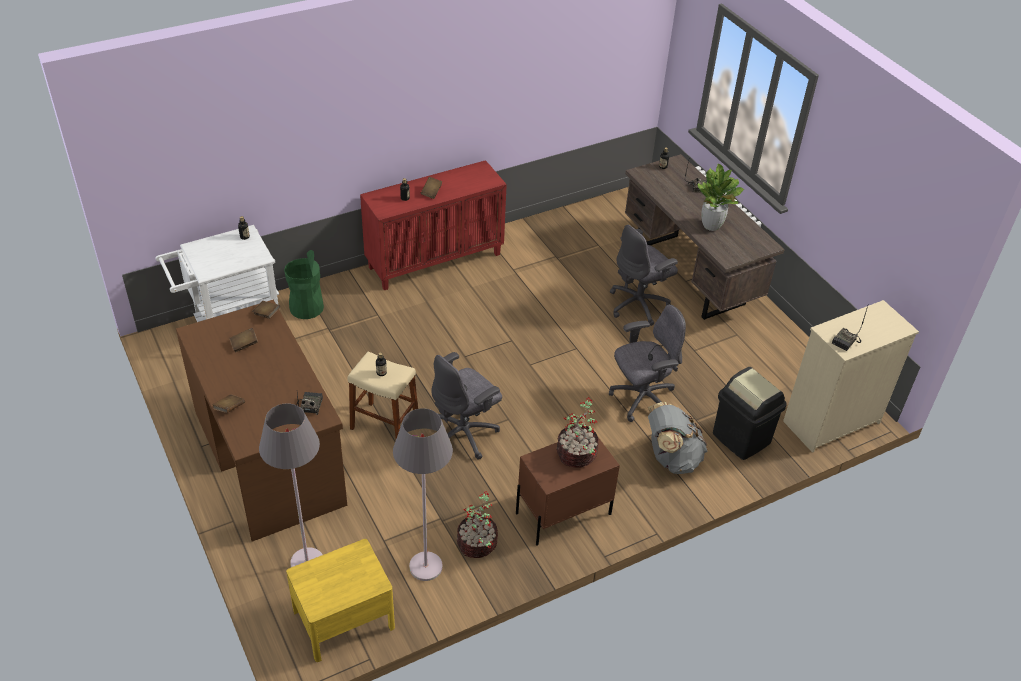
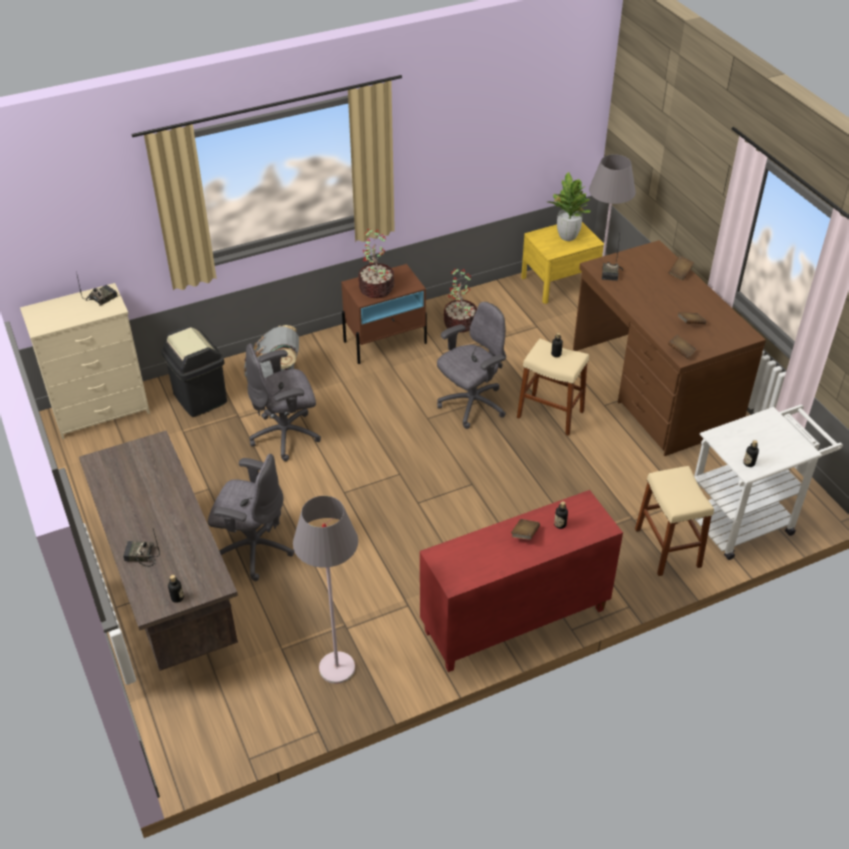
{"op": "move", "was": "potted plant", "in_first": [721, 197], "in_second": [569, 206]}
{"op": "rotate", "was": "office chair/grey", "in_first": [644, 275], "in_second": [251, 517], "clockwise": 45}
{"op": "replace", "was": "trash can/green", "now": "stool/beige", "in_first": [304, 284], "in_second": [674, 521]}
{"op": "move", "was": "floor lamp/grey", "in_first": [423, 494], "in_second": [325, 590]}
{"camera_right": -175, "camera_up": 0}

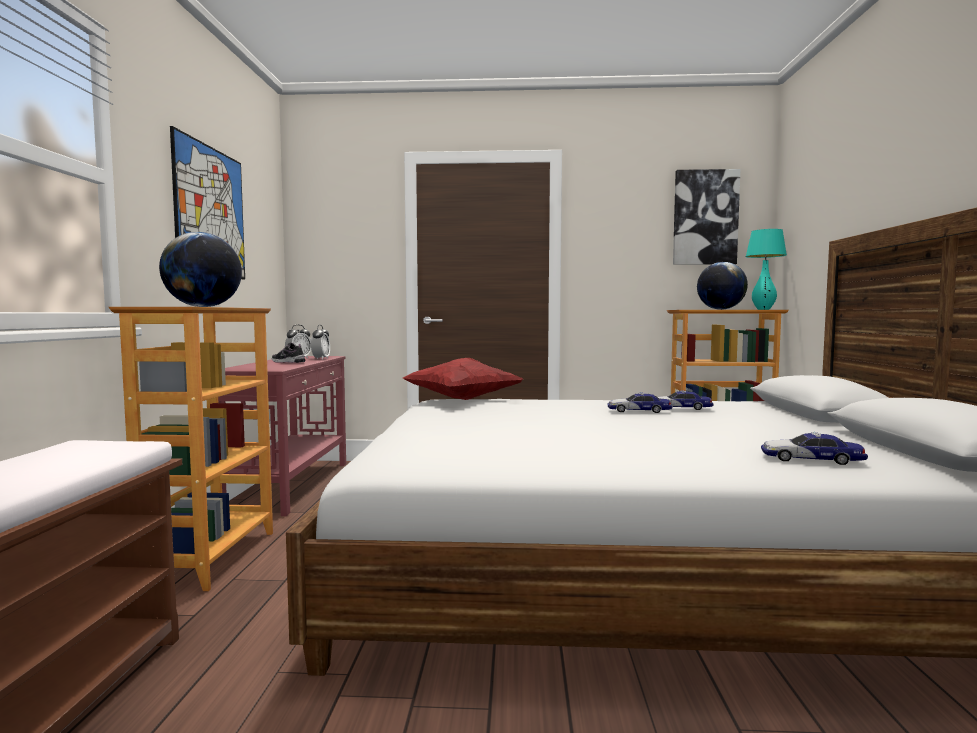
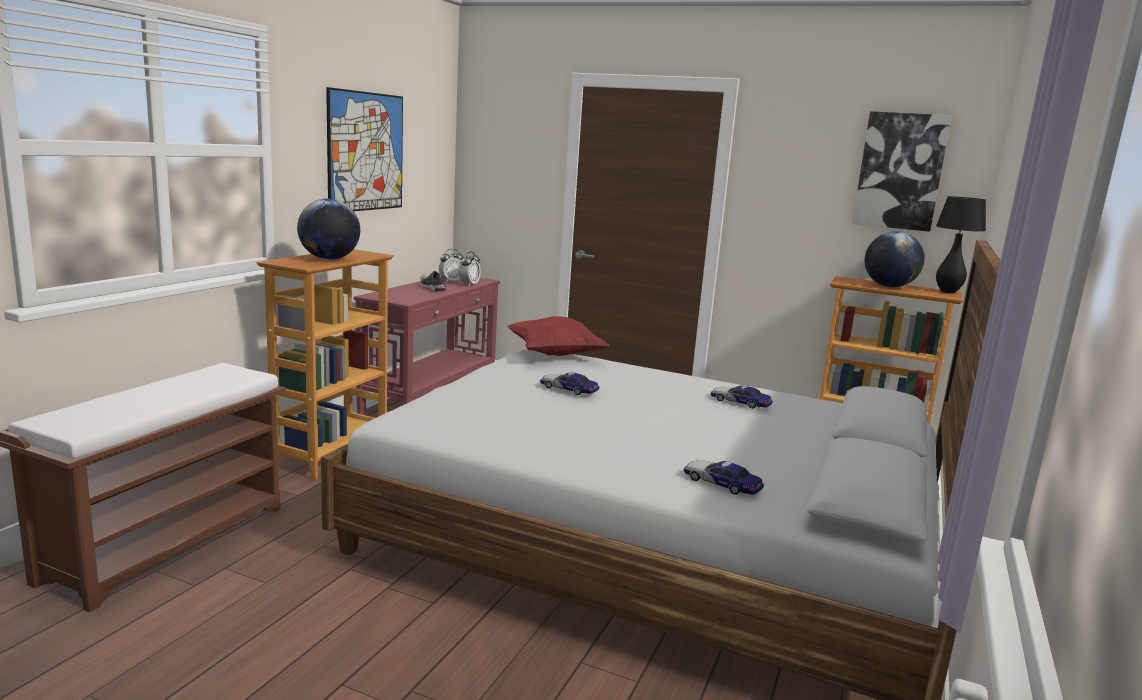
{"op": "recolor", "was": "table lamp/turquoise", "now": "table lamp/black", "in_first": [766, 269], "in_second": [961, 245]}
{"op": "move", "was": "toy car", "in_first": [639, 403], "in_second": [570, 383]}
{"camera_right": 20, "camera_up": 10}

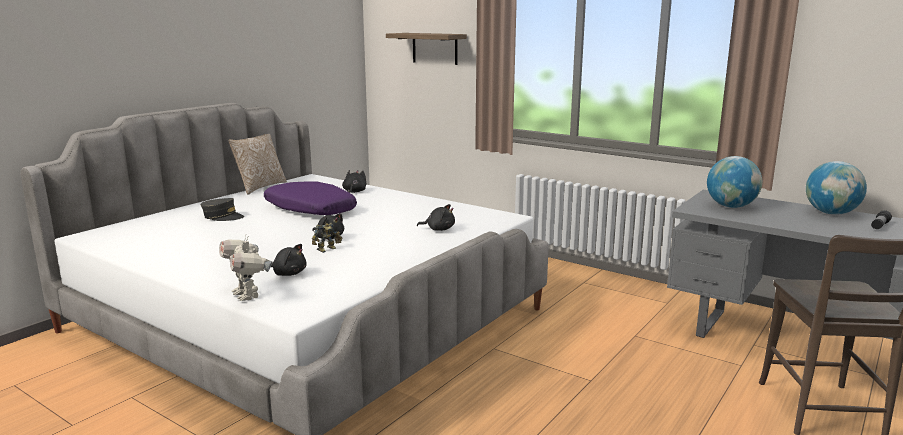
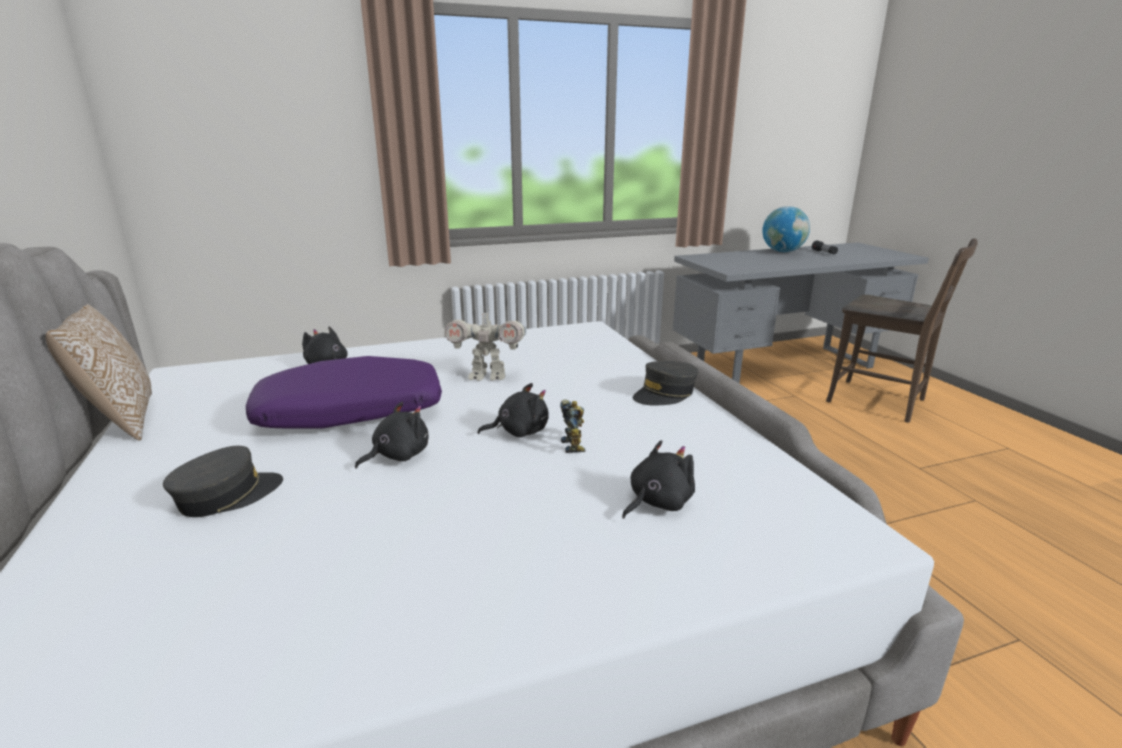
{"op": "delete", "was": "shelf", "in_first": [426, 49]}
{"op": "delete", "was": "globe", "in_first": [734, 182]}
{"op": "move", "was": "plush toy/black", "in_first": [436, 217], "in_second": [392, 435]}
{"op": "move", "was": "toy robot", "in_first": [245, 268], "in_second": [485, 344]}
{"op": "insert", "now": "cap/grey", "in_second": [665, 383]}
{"camera_right": -55, "camera_up": 5}

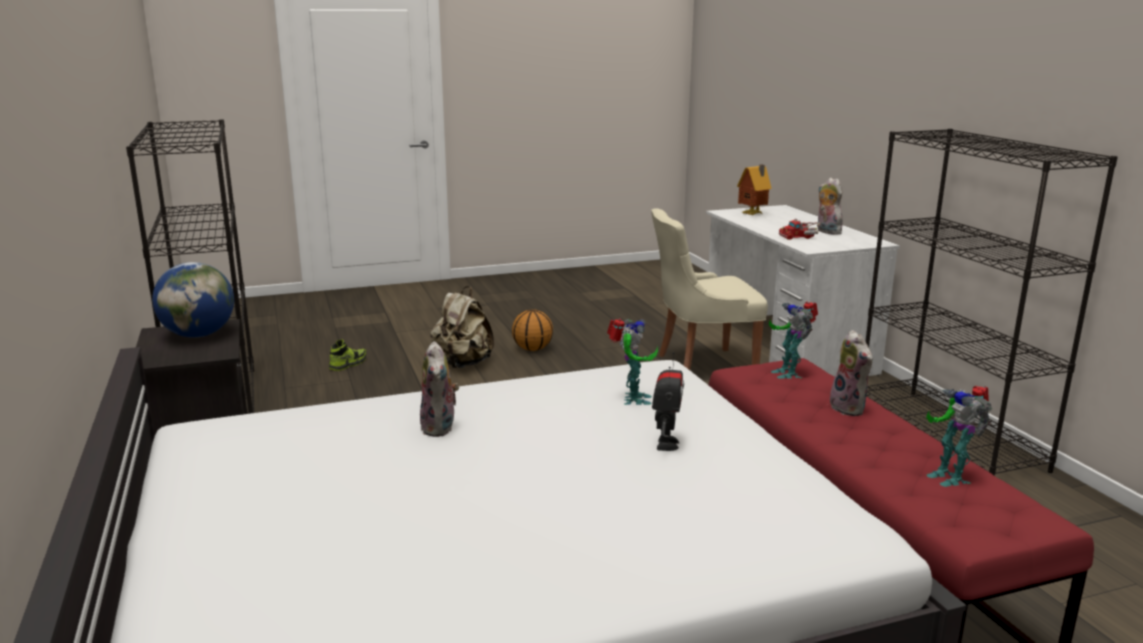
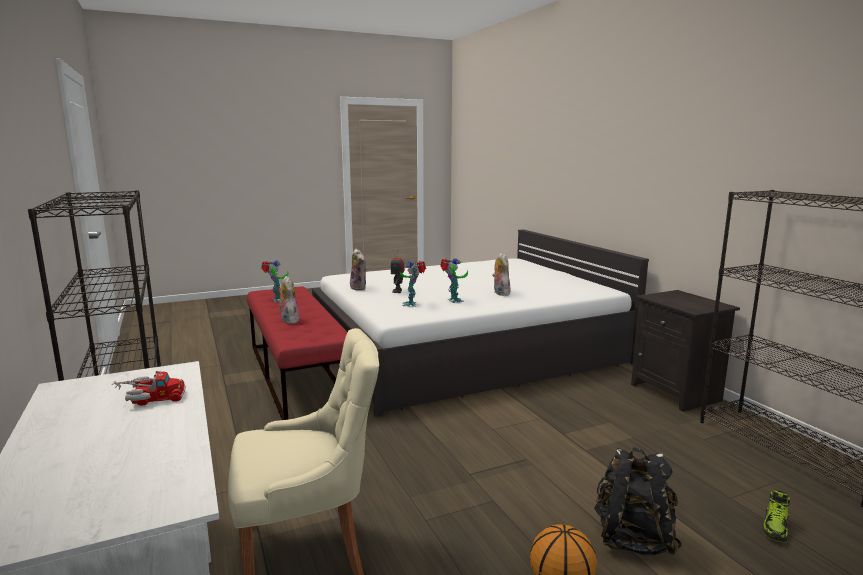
{"op": "delete", "was": "toy house", "in_first": [754, 190]}
{"op": "move", "was": "plush toy", "in_first": [830, 206], "in_second": [358, 269]}
{"op": "delete", "was": "globe", "in_first": [193, 300]}
{"op": "recolor", "was": "backpack/beige", "now": "backpack/black", "in_first": [462, 327], "in_second": [638, 501]}
{"op": "move", "was": "toy robot", "in_first": [793, 340], "in_second": [454, 280]}
{"camera_right": 175, "camera_up": -5}

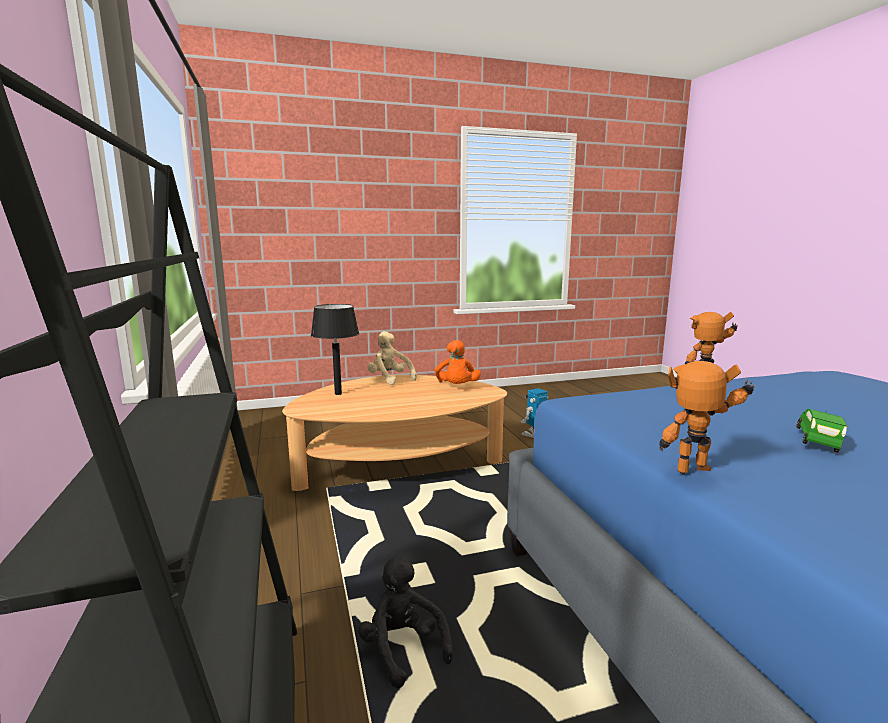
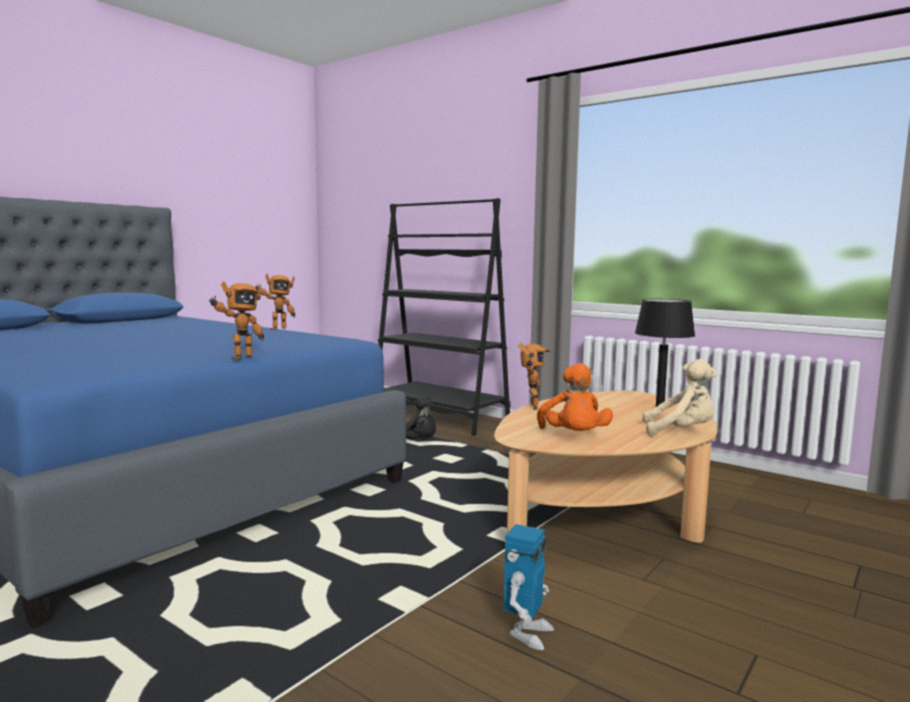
{"op": "rotate", "was": "plush toy/orange", "in_first": [458, 362], "in_second": [575, 397], "clockwise": -150}
{"op": "delete", "was": "toy car/green", "in_first": [822, 431]}
{"op": "insert", "now": "toy robot", "in_second": [534, 376]}
{"camera_right": 145, "camera_up": -5}

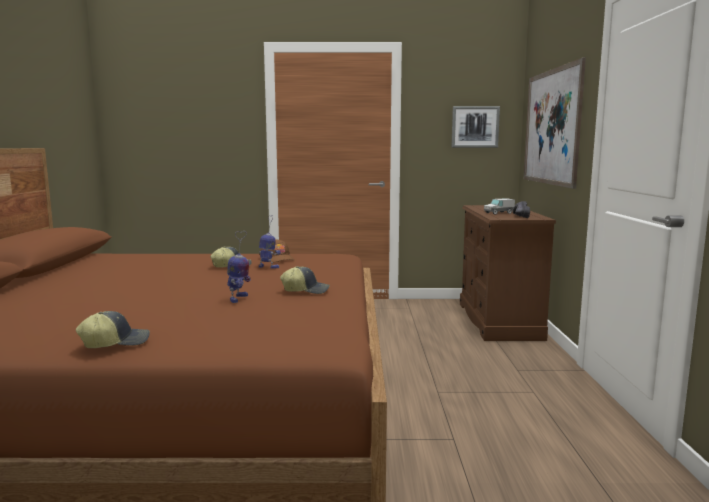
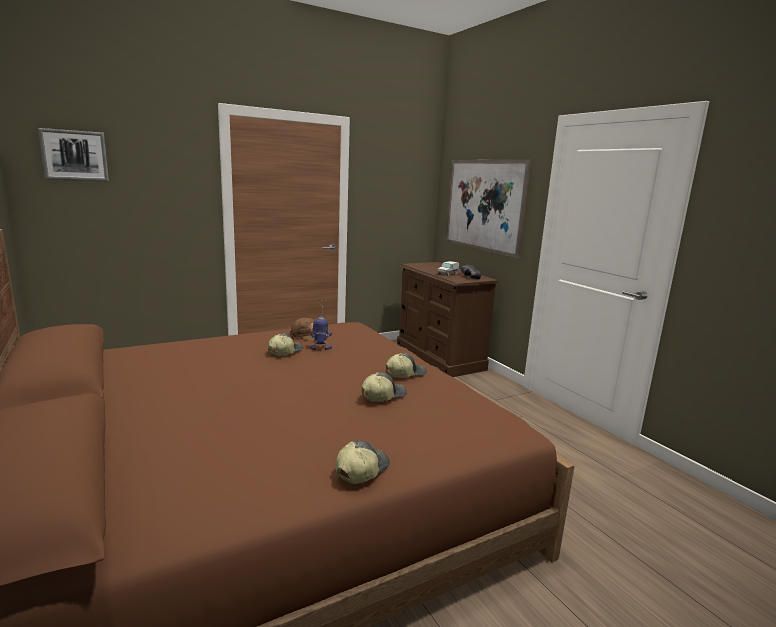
{"op": "move", "was": "picture", "in_first": [475, 127], "in_second": [73, 154]}
{"op": "replace", "was": "toy robot", "now": "cap", "in_first": [239, 267], "in_second": [384, 387]}
{"camera_right": -30, "camera_up": 5}

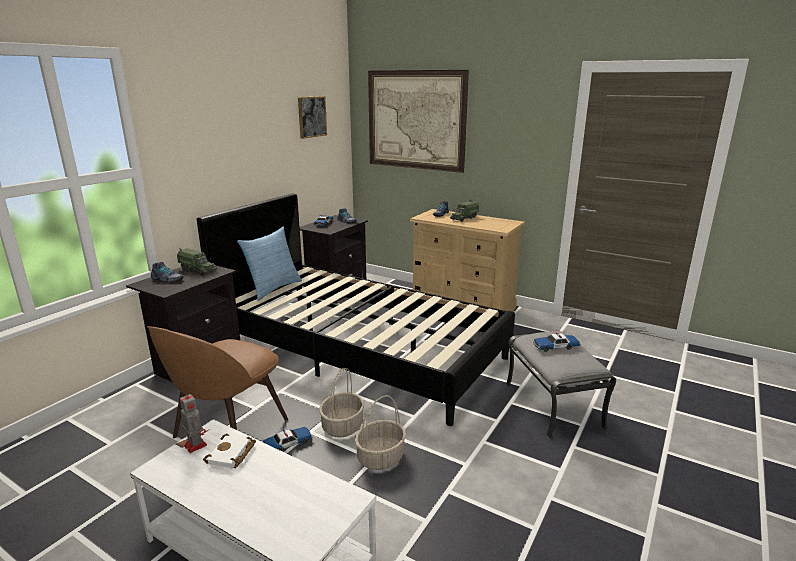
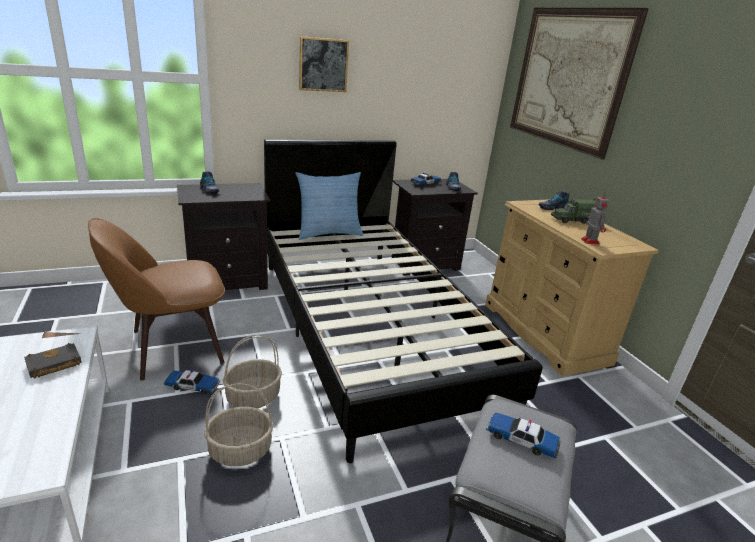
{"op": "move", "was": "picture", "in_first": [312, 117], "in_second": [324, 64]}
{"op": "delete", "was": "toy truck", "in_first": [197, 261]}
{"op": "move", "was": "toy robot", "in_first": [193, 422], "in_second": [595, 218]}
{"op": "recolor", "was": "book/white", "now": "book/black", "in_first": [229, 451], "in_second": [53, 361]}
{"camera_right": 35, "camera_up": 5}

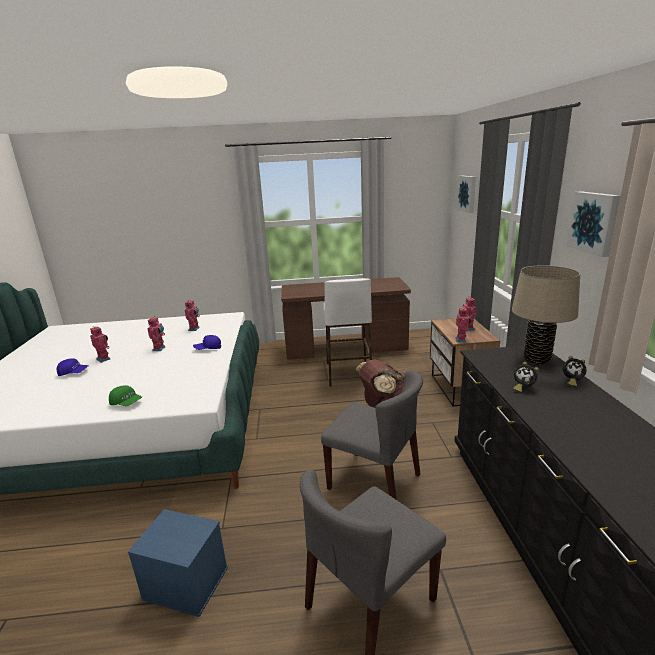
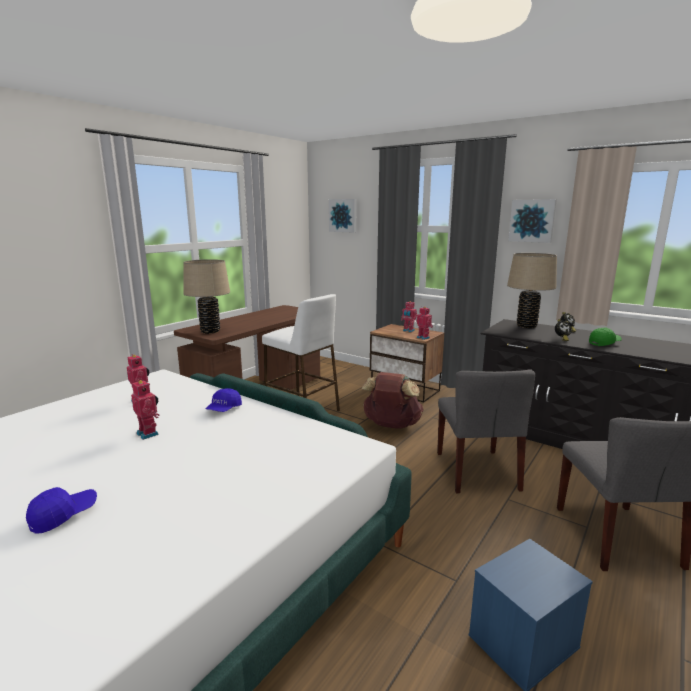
{"op": "delete", "was": "toy robot", "in_first": [100, 344]}
{"op": "rotate", "was": "chair/grey", "in_first": [372, 434], "in_second": [486, 431], "clockwise": 105}
{"op": "move", "was": "cap/green", "in_first": [125, 395], "in_second": [605, 337]}
{"op": "insert", "now": "table lamp/beige", "in_second": [206, 296]}
{"camera_right": -50, "camera_up": -5}

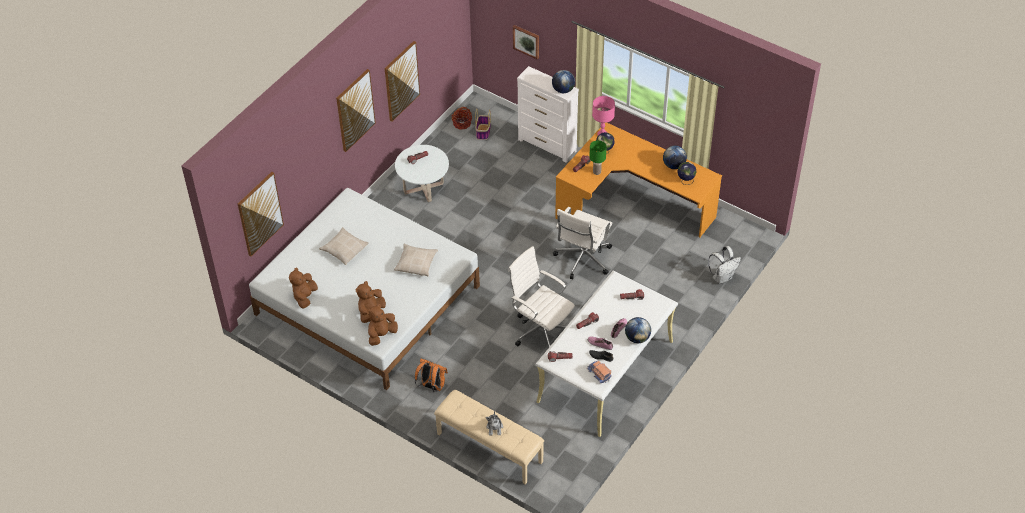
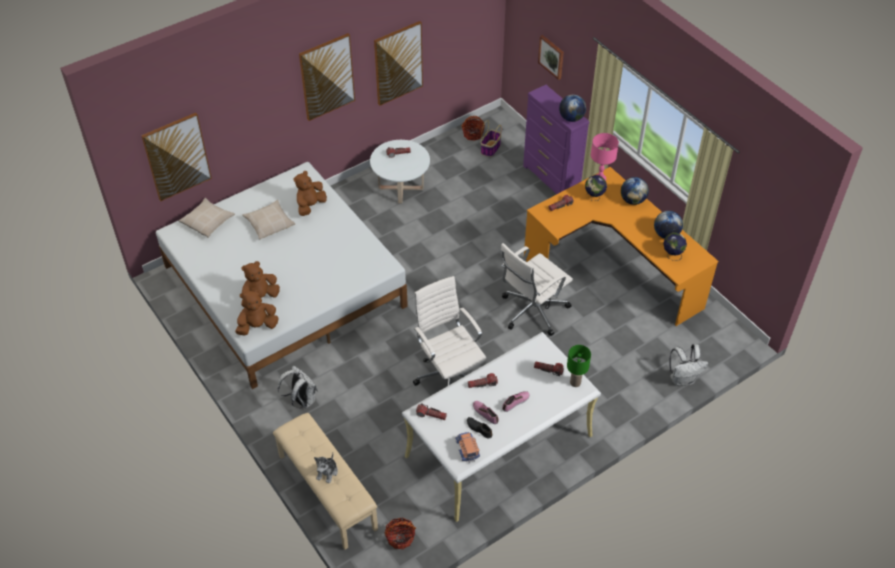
{"op": "recolor", "was": "dresser/white", "now": "dresser/purple", "in_first": [548, 114], "in_second": [556, 139]}
{"op": "move", "was": "table lamp/green", "in_first": [598, 157], "in_second": [579, 366]}
{"op": "move", "was": "pillow/beige", "in_first": [416, 260], "in_second": [207, 218]}
{"op": "move", "was": "plush toy/brown", "in_first": [303, 287], "in_second": [310, 193]}
{"op": "move", "was": "globe", "in_first": [638, 330], "in_second": [635, 191]}
{"op": "recolor", "was": "backpack/orange", "now": "backpack/white", "in_first": [431, 375], "in_second": [298, 387]}
{"op": "insert", "now": "basket", "in_second": [400, 533]}
{"camera_right": 20, "camera_up": 0}

